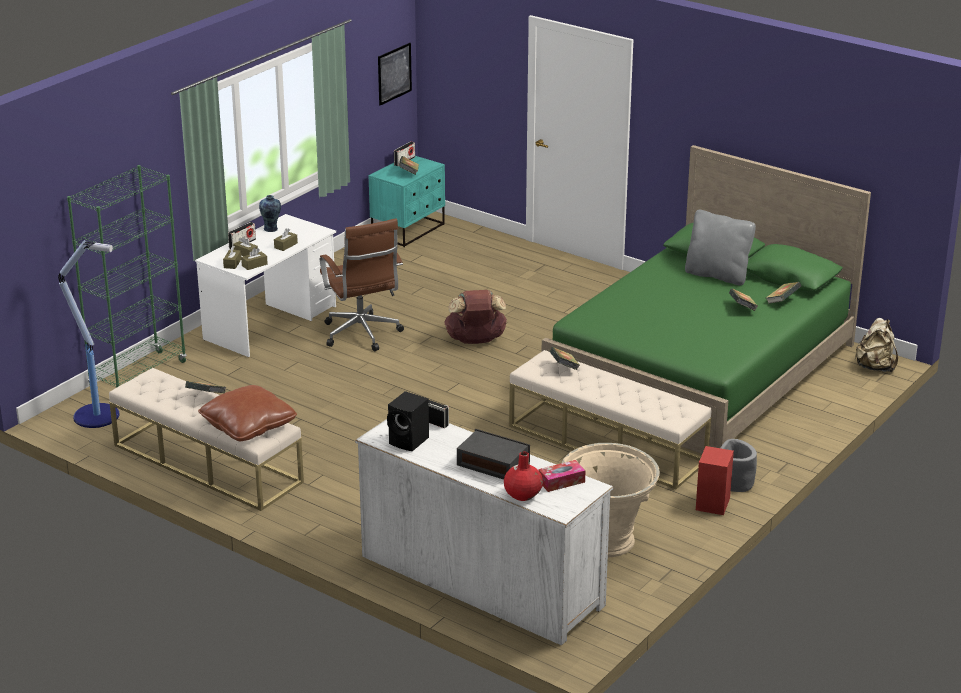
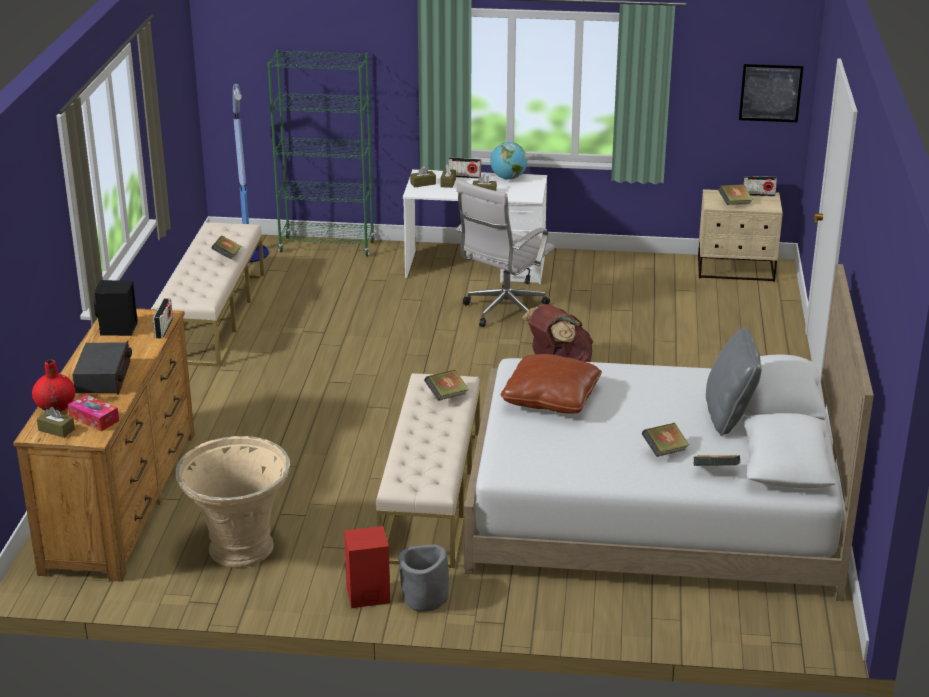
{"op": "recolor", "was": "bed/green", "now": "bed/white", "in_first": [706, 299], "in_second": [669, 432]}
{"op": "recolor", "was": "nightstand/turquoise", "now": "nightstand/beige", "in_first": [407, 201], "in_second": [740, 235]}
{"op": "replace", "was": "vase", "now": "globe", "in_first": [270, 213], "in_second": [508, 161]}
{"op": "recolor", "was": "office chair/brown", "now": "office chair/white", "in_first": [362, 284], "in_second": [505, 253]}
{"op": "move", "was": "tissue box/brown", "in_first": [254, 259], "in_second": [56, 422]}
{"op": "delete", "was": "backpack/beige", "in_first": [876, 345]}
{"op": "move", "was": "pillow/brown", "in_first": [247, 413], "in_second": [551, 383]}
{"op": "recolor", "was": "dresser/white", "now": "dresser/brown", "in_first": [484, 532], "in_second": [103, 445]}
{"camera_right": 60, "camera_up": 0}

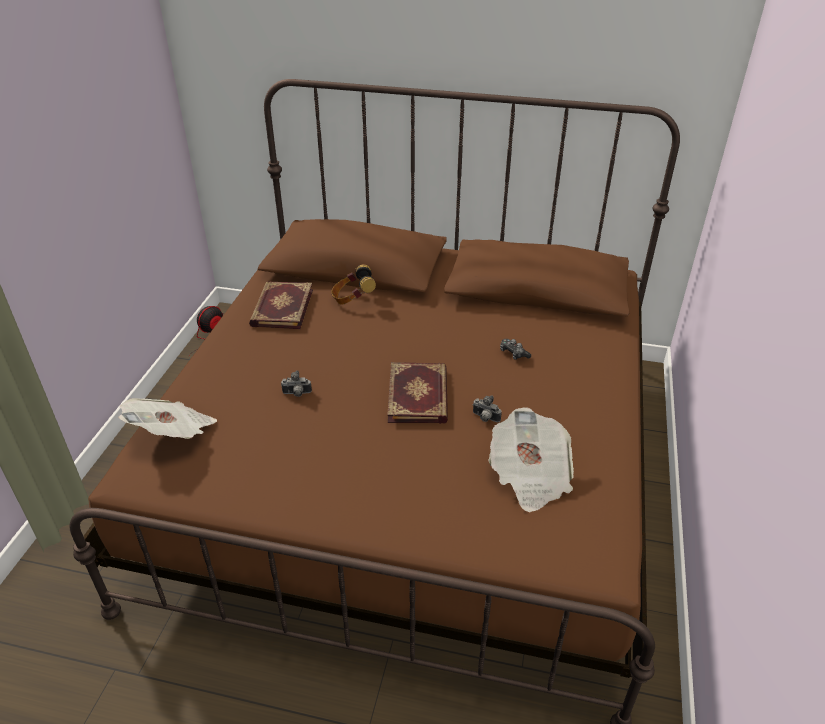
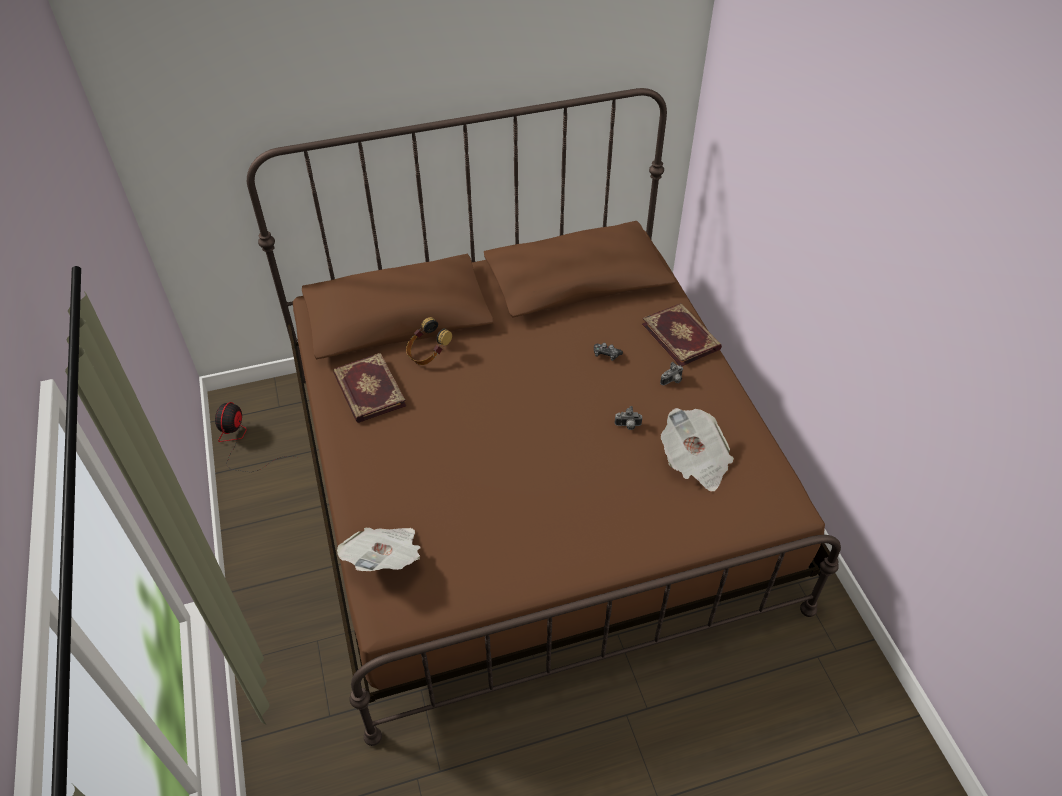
{"op": "move", "was": "book", "in_first": [417, 393], "in_second": [682, 334]}
{"op": "move", "was": "photo camera", "in_first": [296, 383], "in_second": [671, 373]}
{"camera_right": -30, "camera_up": 10}

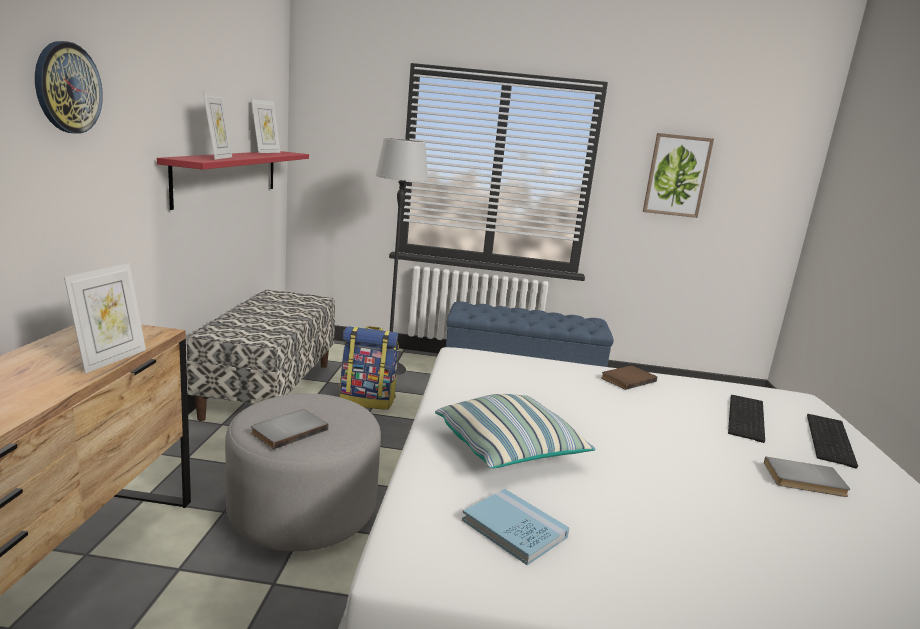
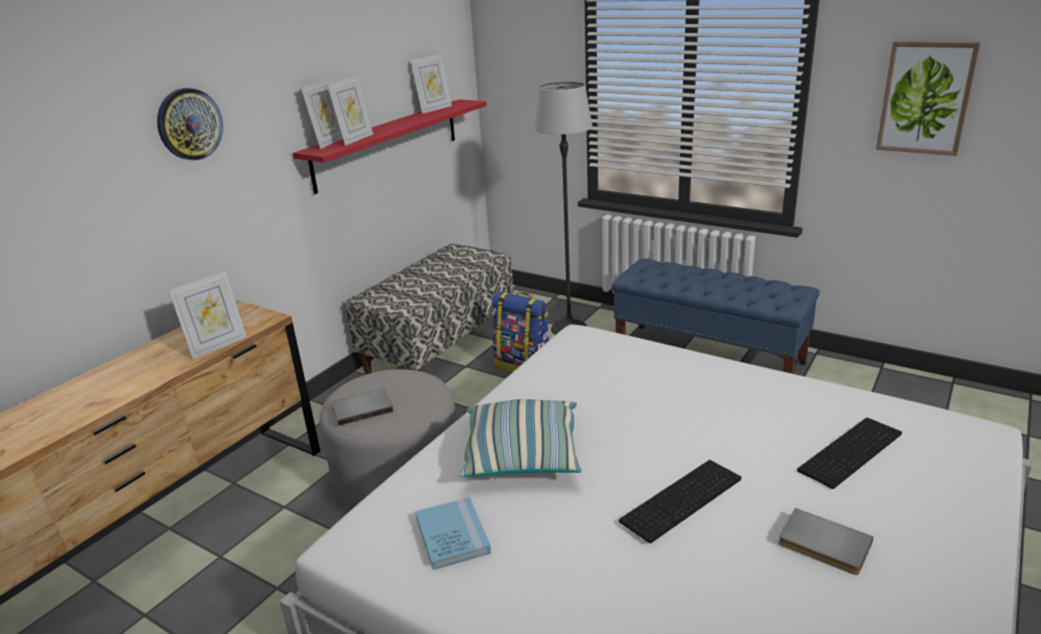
{"op": "delete", "was": "book/brown", "in_first": [629, 378]}
{"op": "move", "was": "keyboard", "in_first": [832, 441], "in_second": [680, 501]}
{"op": "insert", "now": "picture frame", "in_second": [322, 114]}
{"camera_right": 30, "camera_up": 10}

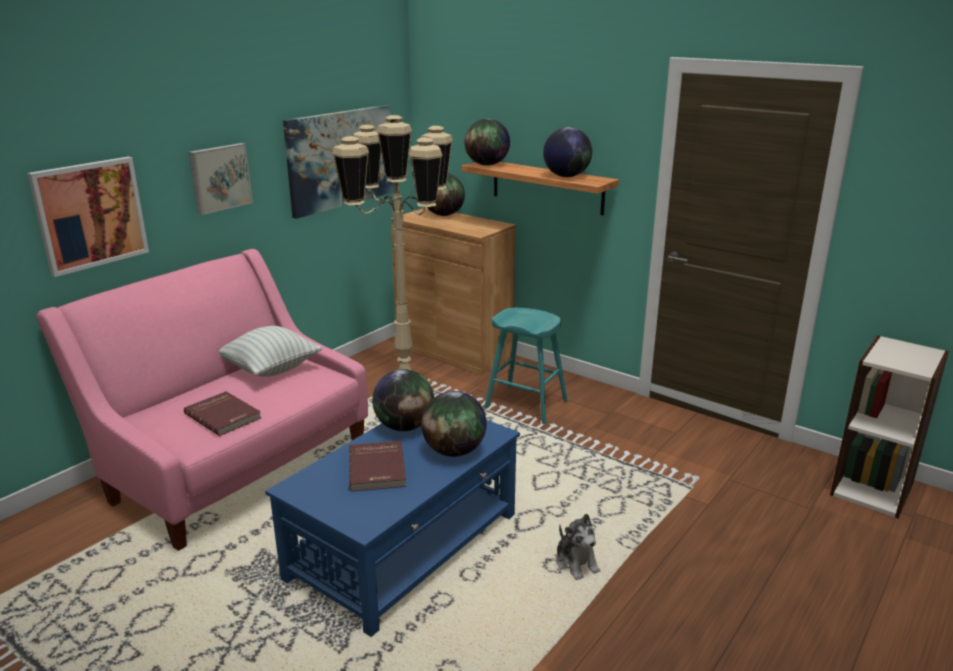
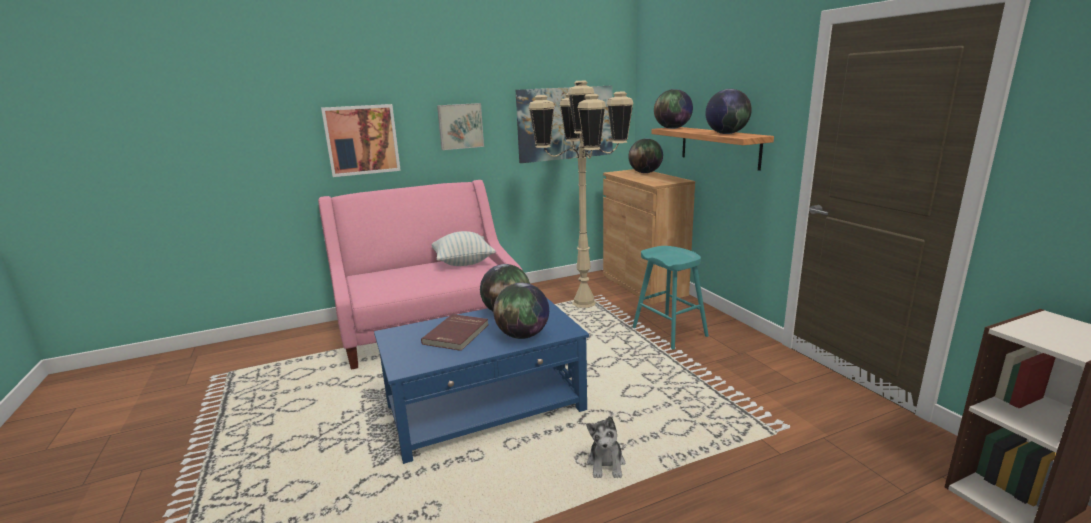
{"op": "delete", "was": "book/red", "in_first": [222, 413]}
{"camera_right": 30, "camera_up": -5}

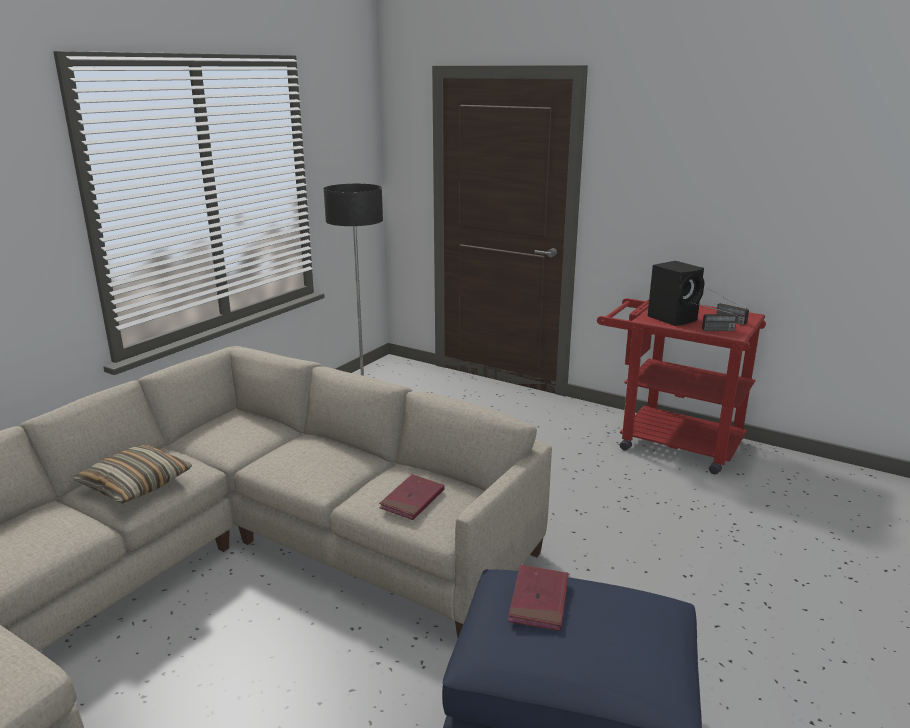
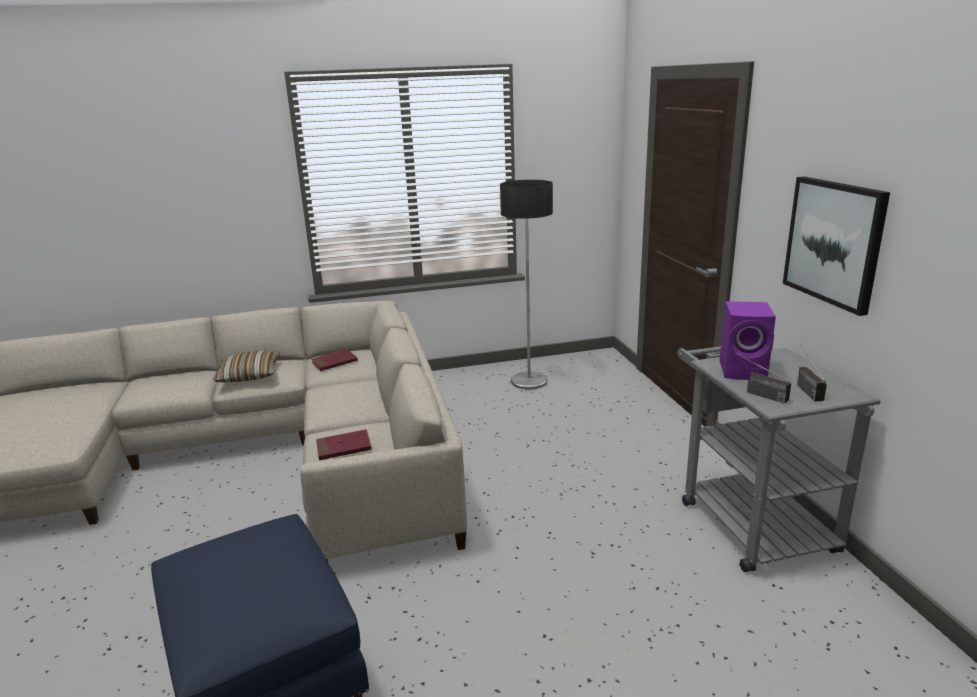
{"op": "recolor", "was": "speaker/black", "now": "speaker/purple", "in_first": [676, 293], "in_second": [747, 340]}
{"op": "recolor", "was": "cart/red", "now": "cart/grey", "in_first": [681, 386], "in_second": [779, 459]}
{"op": "move", "was": "book/red", "in_first": [538, 598], "in_second": [334, 360]}
{"op": "insert", "now": "picture", "in_second": [836, 246]}
{"camera_right": 45, "camera_up": 0}

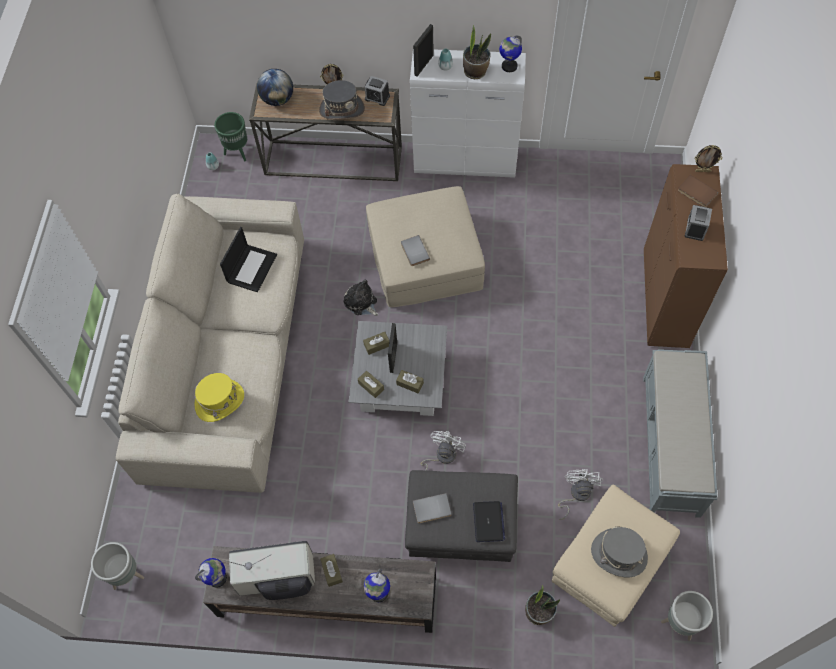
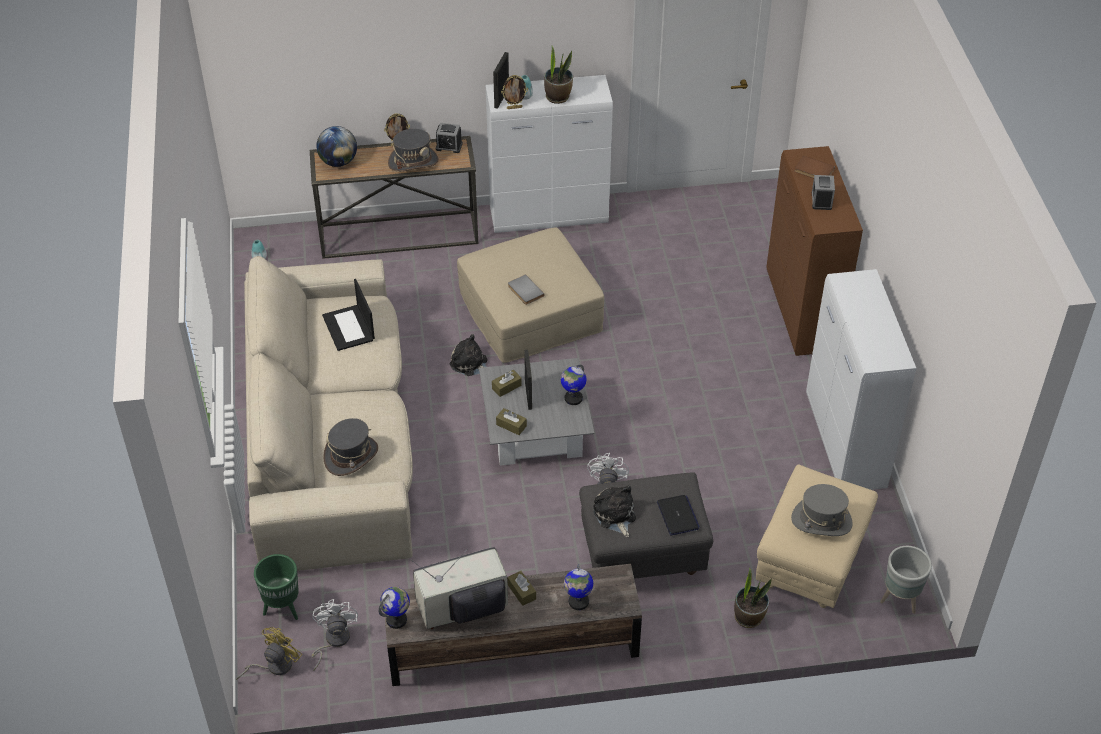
{"op": "move", "was": "globe", "in_first": [510, 53], "in_second": [573, 384]}
{"op": "move", "was": "planter/green", "in_first": [230, 137], "in_second": [276, 587]}
{"op": "move", "was": "picture frame", "in_first": [708, 158], "in_second": [514, 92]}
{"op": "rotate", "was": "laptop", "in_first": [248, 259], "in_second": [348, 315], "clockwise": 150}
{"op": "replace", "was": "bench/grey", "now": "cabinet/white", "in_first": [680, 433], "in_second": [861, 379]}
{"op": "delete", "was": "tissue box/brown", "in_first": [410, 381]}
{"op": "recolor", "was": "hat/yellow", "now": "hat/grey", "in_first": [219, 397], "in_second": [350, 447]}
{"op": "move", "was": "fan/white", "in_first": [580, 494], "in_second": [335, 635]}
{"op": "replace", "was": "book/grey", "now": "plush toy", "in_first": [432, 508], "in_second": [614, 511]}
{"op": "replace", "was": "planter/grey", "now": "fan/yellow", "in_first": [117, 566], "in_second": [269, 653]}
{"camera_right": -15, "camera_up": -15}

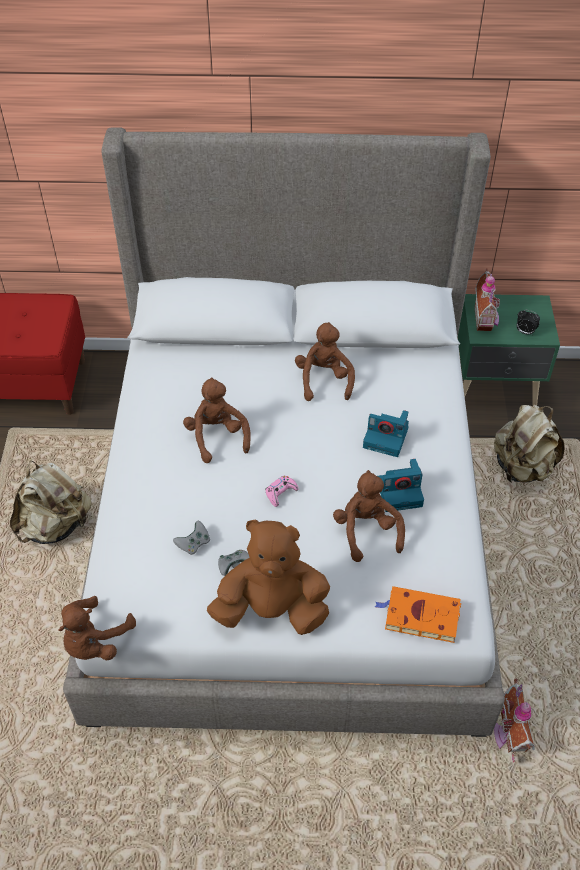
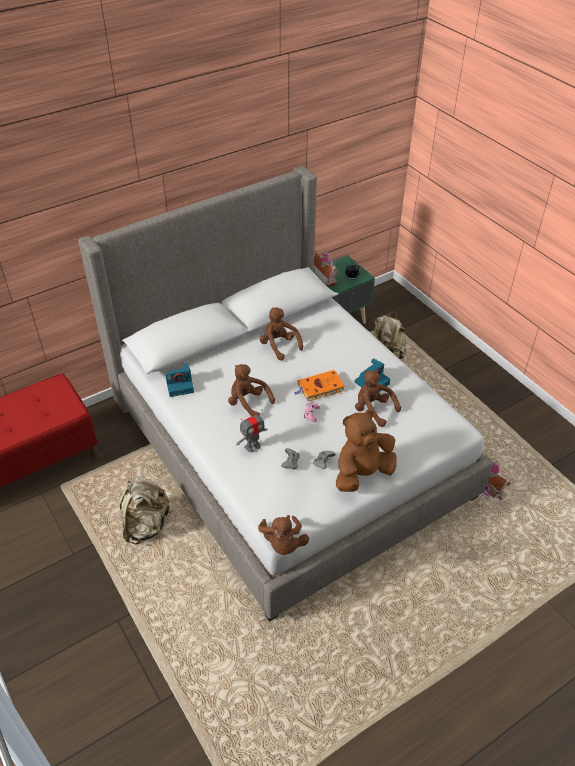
{"op": "move", "was": "photo camera", "in_first": [386, 433], "in_second": [180, 379]}
{"op": "move", "was": "book/orange", "in_first": [418, 614], "in_second": [319, 385]}
{"op": "insert", "now": "toy robot", "in_second": [252, 432]}
{"camera_right": -35, "camera_up": -5}

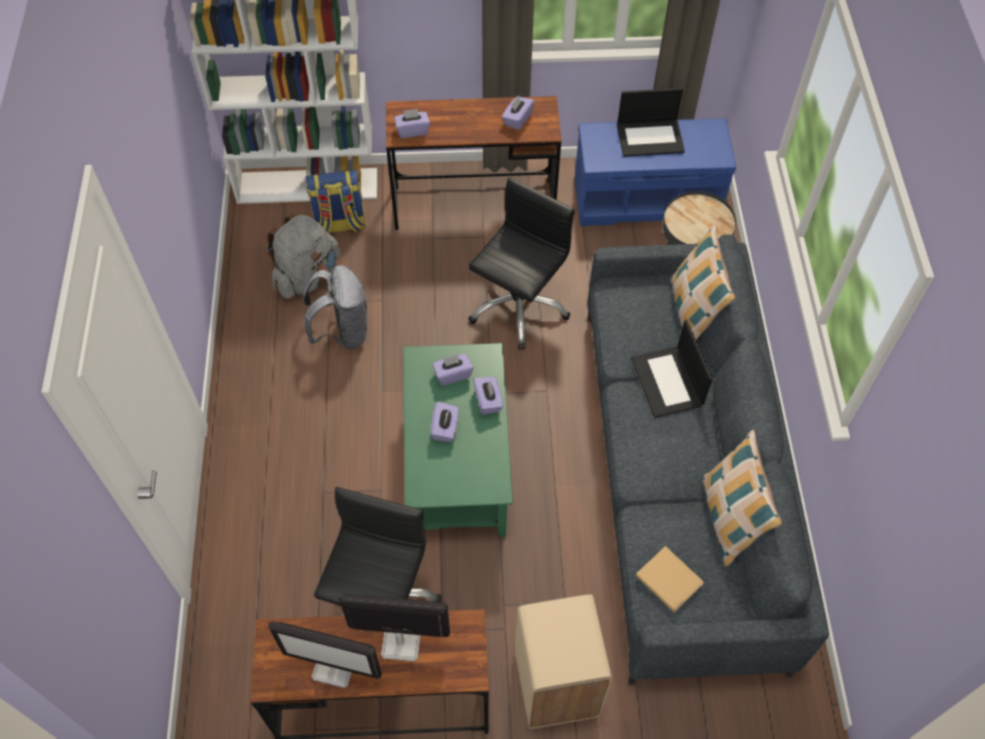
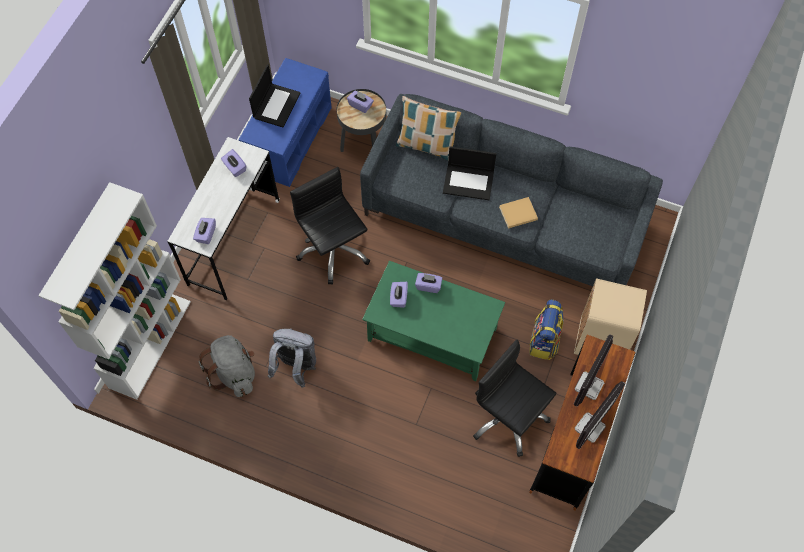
{"op": "recolor", "was": "desk/brown", "now": "desk/white", "in_first": [474, 163], "in_second": [224, 218]}
{"op": "move", "was": "backpack", "in_first": [335, 201], "in_second": [546, 329]}
{"op": "move", "was": "tissue box/purple", "in_first": [444, 422], "in_second": [360, 102]}
{"op": "delete", "was": "pillow", "in_first": [741, 498]}
{"op": "move", "was": "book/beige", "in_first": [670, 579], "in_second": [518, 212]}
{"camera_right": -65, "camera_up": 5}

